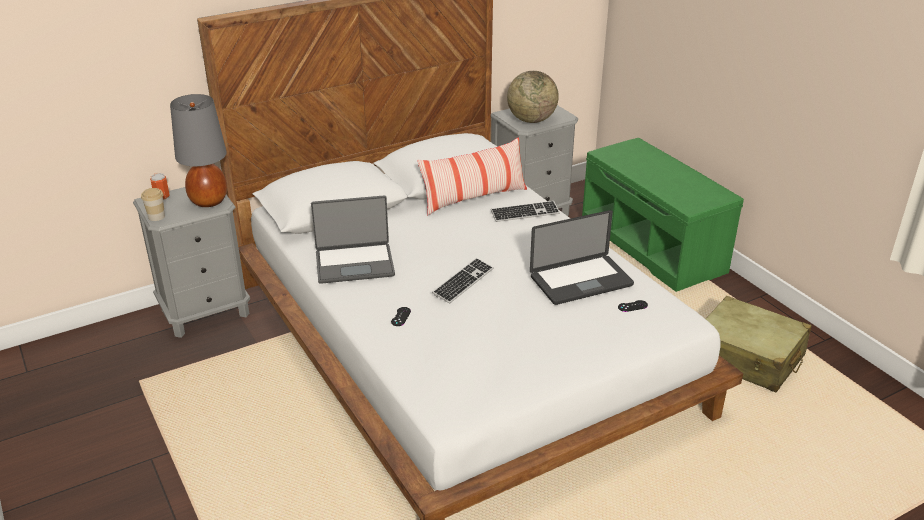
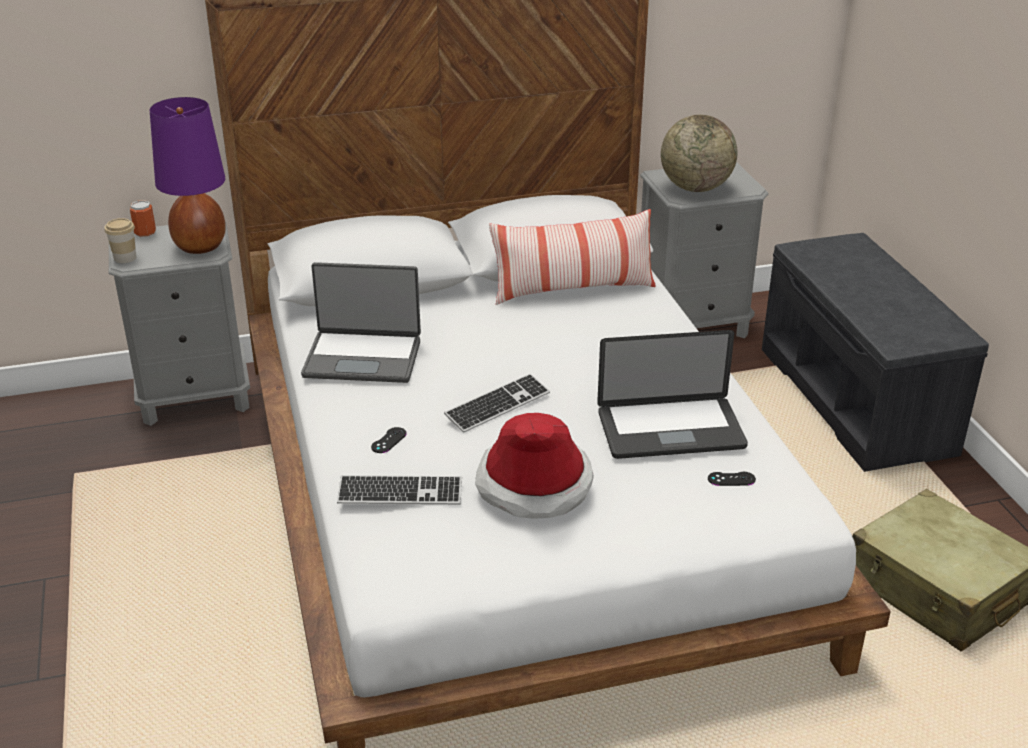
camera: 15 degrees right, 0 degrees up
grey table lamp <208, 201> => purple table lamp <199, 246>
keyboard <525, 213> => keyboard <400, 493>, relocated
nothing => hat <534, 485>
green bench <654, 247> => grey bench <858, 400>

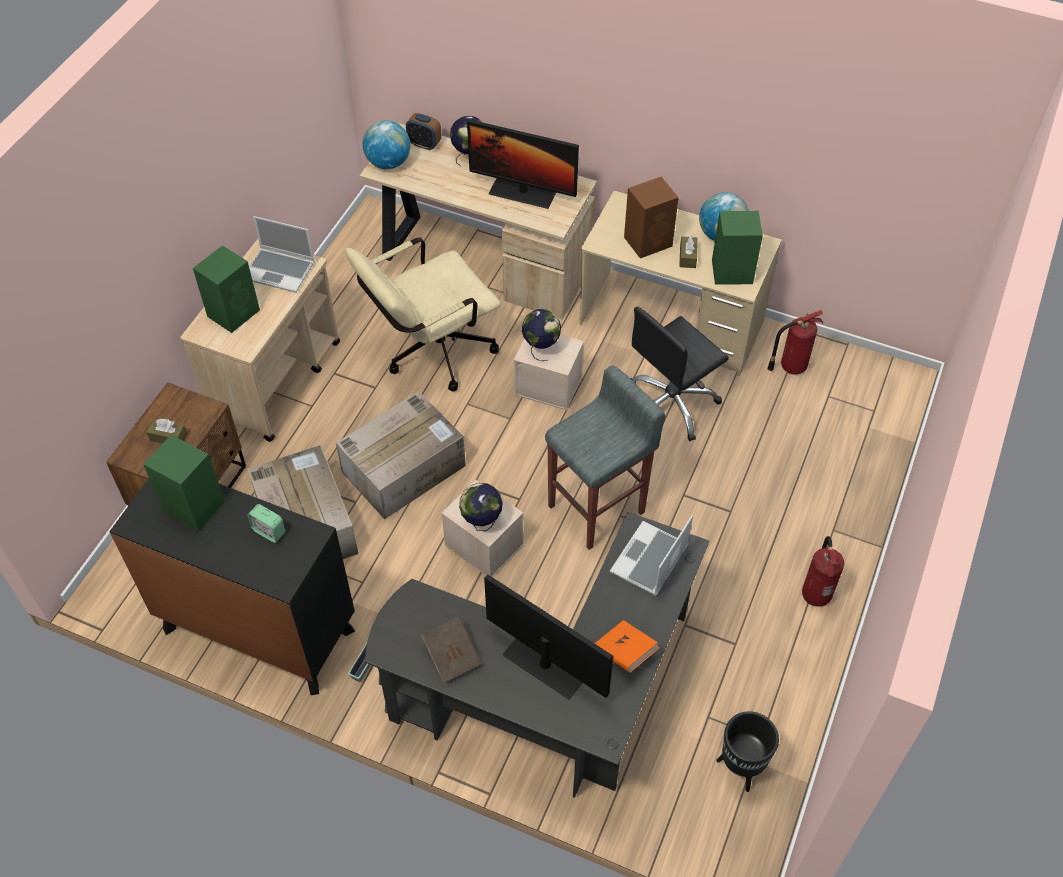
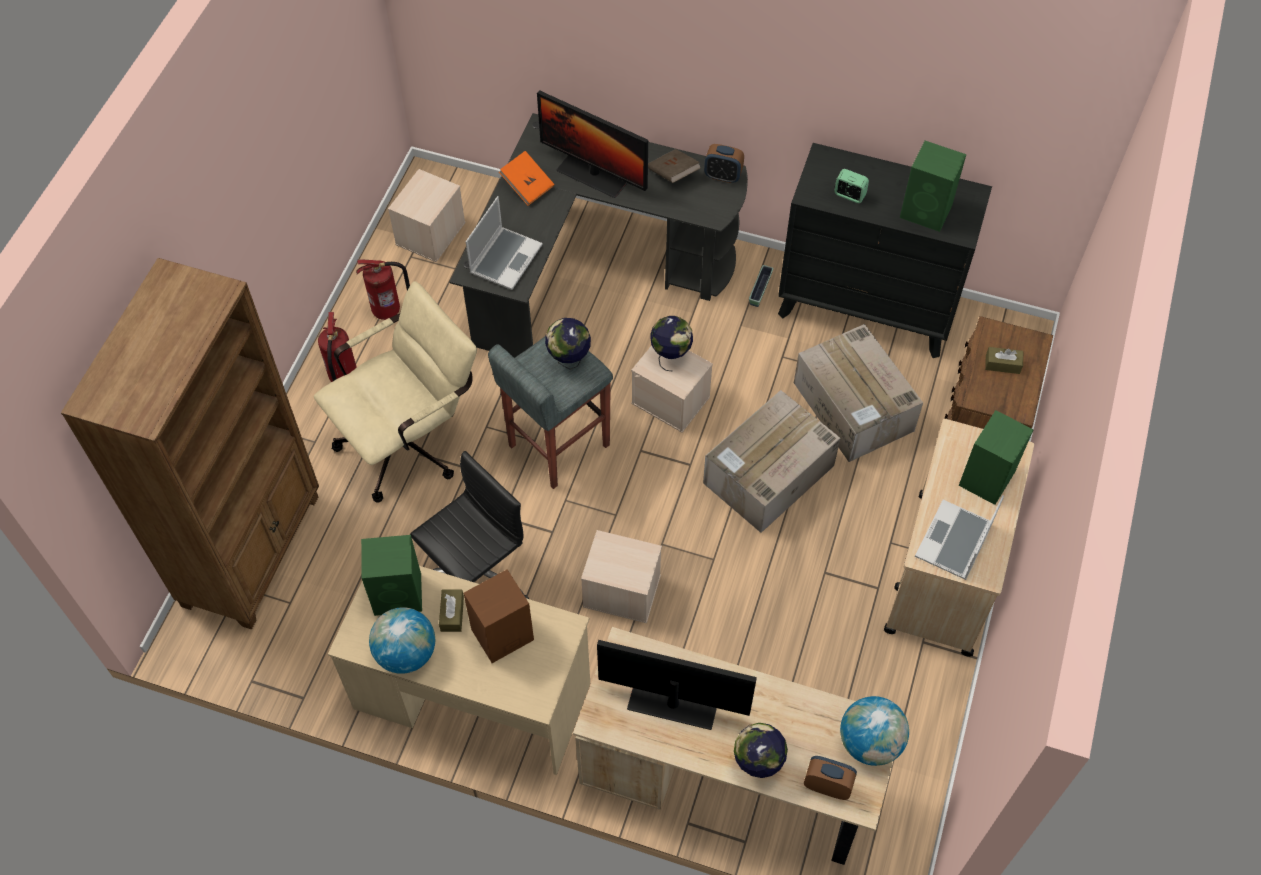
camera: 175 degrees right, 5 degrees up
nothing => brown bookcase <253, 550>
beige office chair <430, 353> => beige office chair <410, 441>, relocated
fire extinguisher <791, 366> => fire extinguisher <388, 310>, relocated
black planter <740, 767> => beige storage box <430, 234>
globe <541, 348> => globe <569, 360>, relocated
nothing => alarm clock <723, 176>
laptop <280, 271> => laptop <954, 542>, 75 degrees counterclockwise

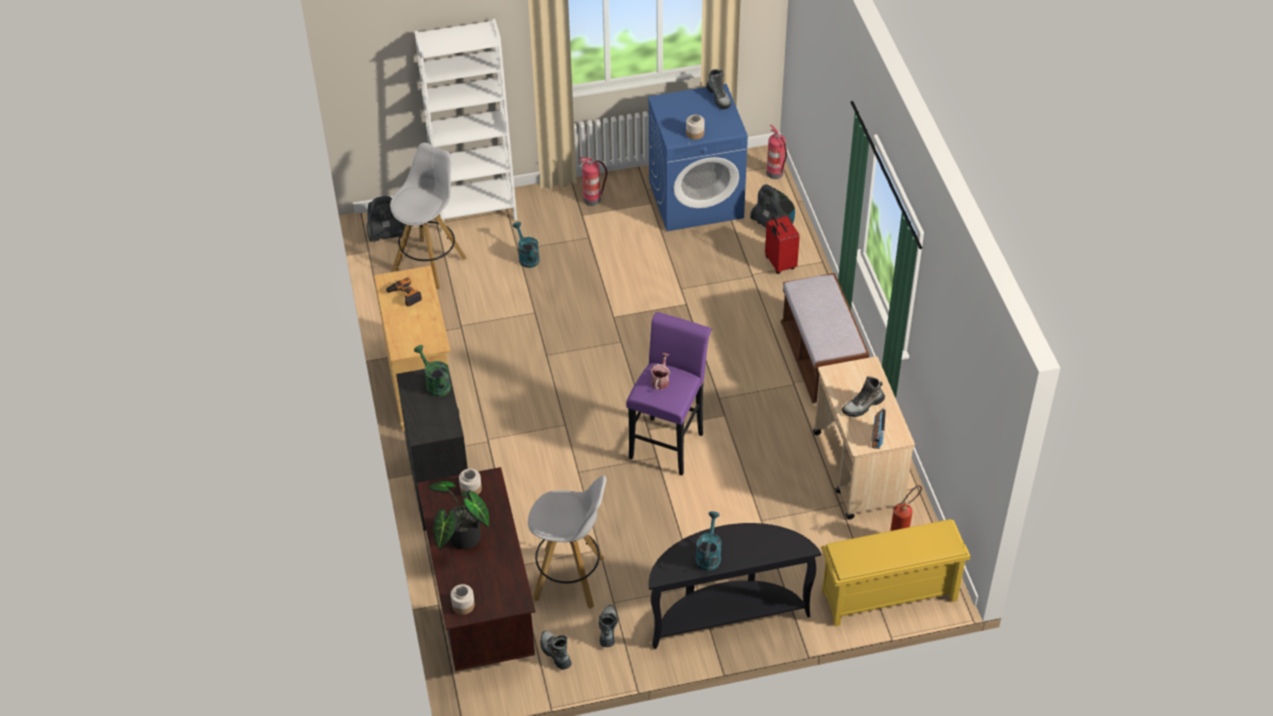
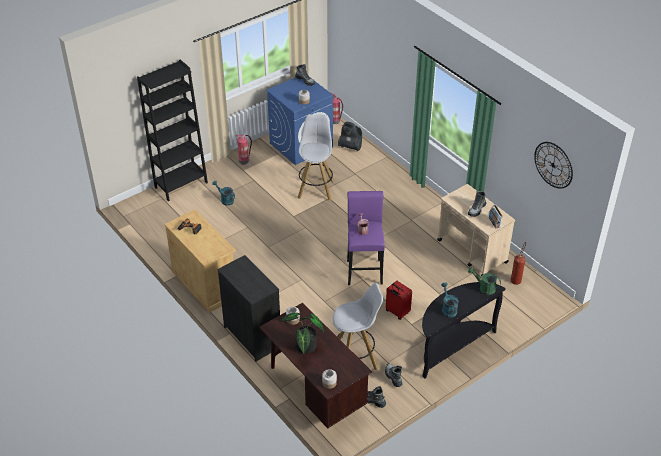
camera: 25 degrees left, 5 degrees down
white bookcase <476, 211> => black bookcase <181, 185>
white stool <430, 263> => white stool <316, 189>, relocated
red suitcase <779, 263> => red suitcase <397, 312>, relocated
green watering can <435, 384> => green watering can <484, 288>, relocated
nothing => wall clock <553, 165>
vacuum cleaner <387, 234> => nothing
brown bench <821, 362> => nothing
yellow shoe rack <888, 596> => nothing

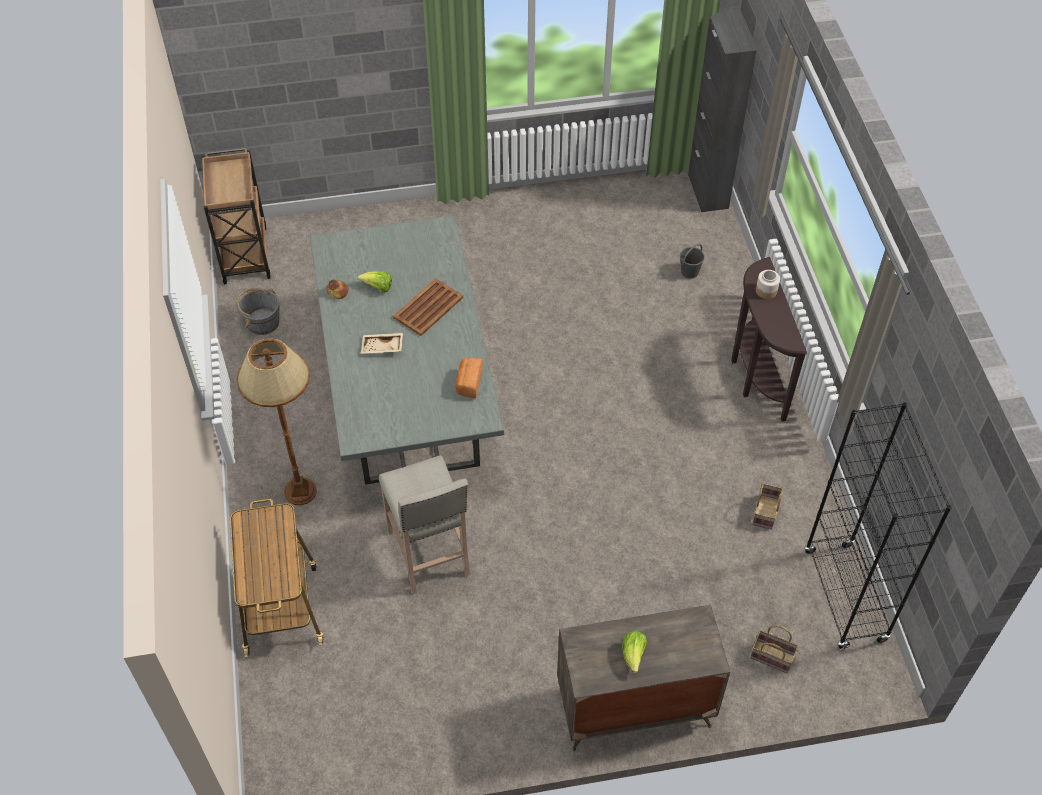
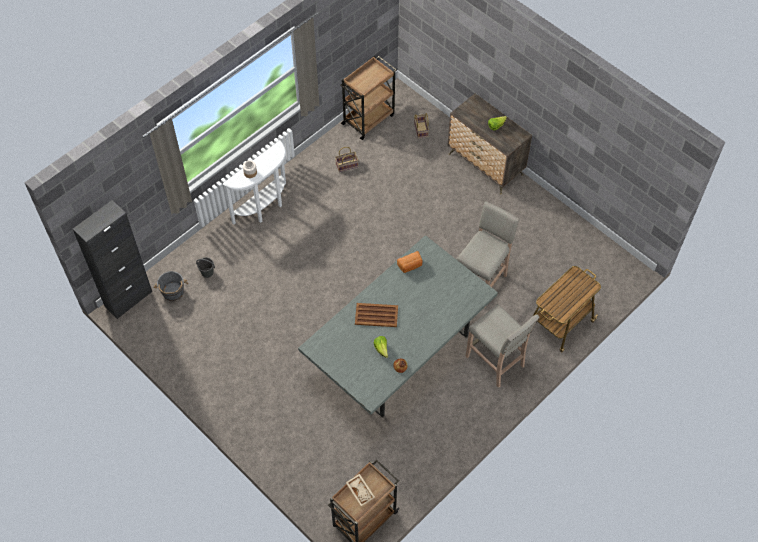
camera: 125 degrees left, 5 degrees up
grey bucket <262, 322> => grey bucket <173, 292>, relocated
brown console table <754, 377> => white console table <264, 207>
black bookcase <845, 596> => brown cart <369, 119>
beige tray <382, 347> => beige tray <360, 491>, relocated
brown floor lamp <300, 491> => beige stool <496, 362>

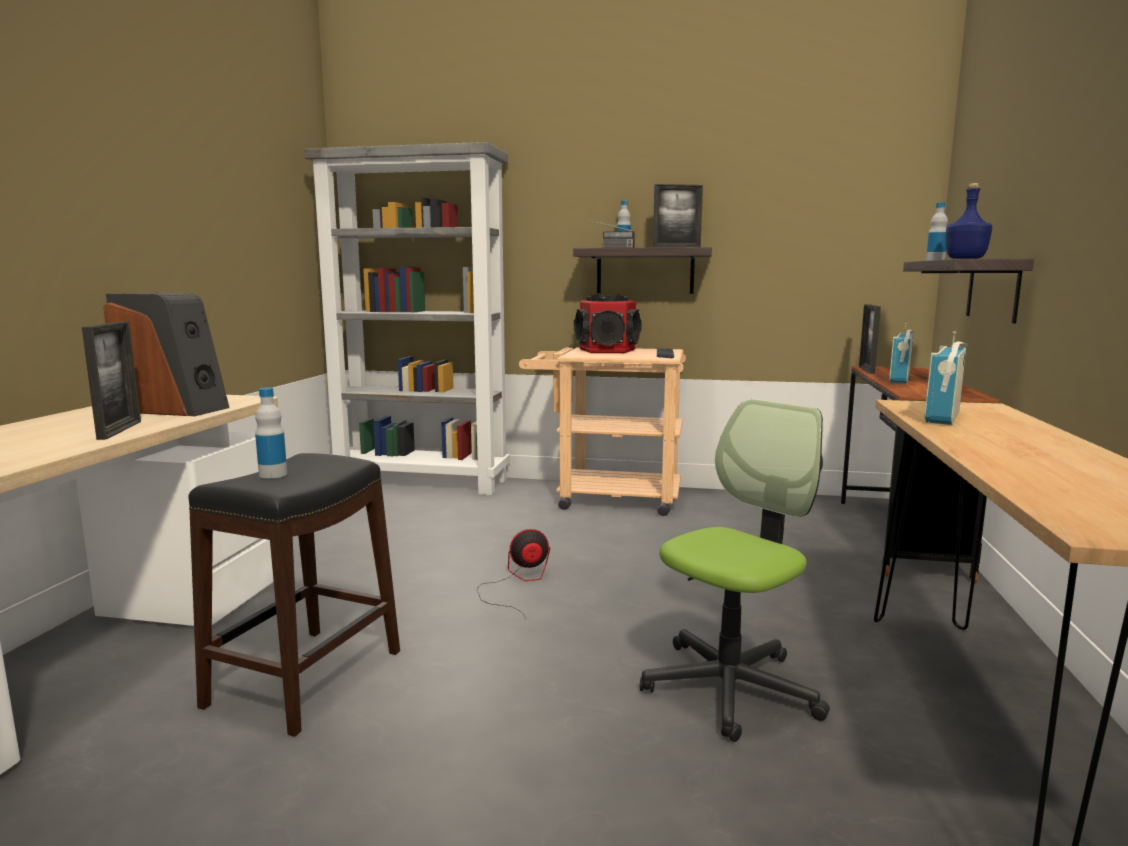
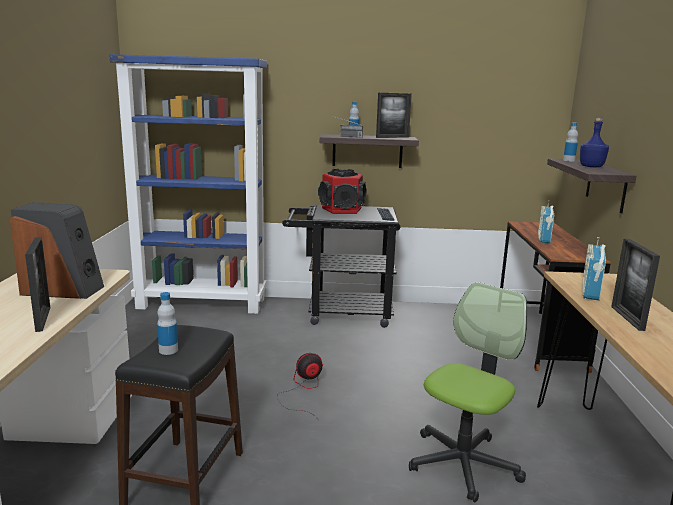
camera: 10 degrees left, 5 degrees up
grey bookcase <423, 482> => blue bookcase <203, 303>
beige cart <606, 498> => black cart <340, 313>
picture frame <866, 370> => picture frame <627, 318>, relocated

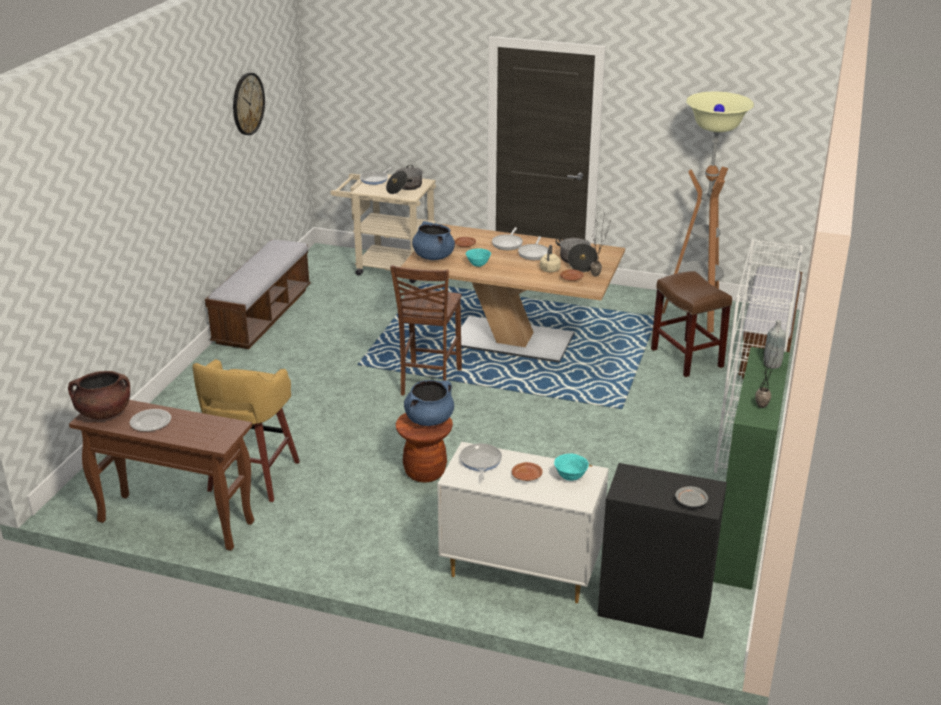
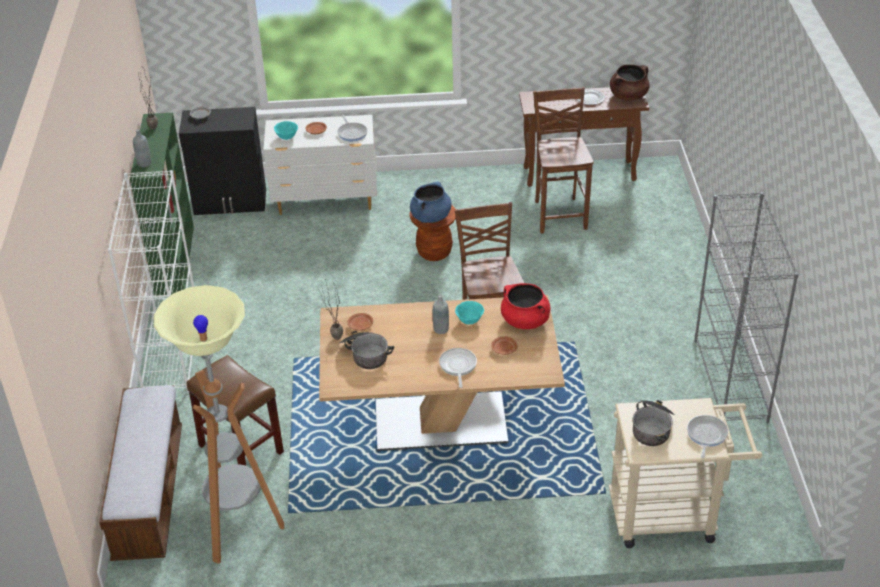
camera: 160 degrees right, 10 degrees up
nothing => grey bottle <441, 329>
blue cooking pot <433, 256> => red cooking pot <525, 321>
yellow stool <252, 478> => brown chair <559, 214>
bench <263, 316> => grey bookcase <731, 381>
wall clock <247, 104> => nothing
frying pan <534, 253> => nothing
beige kettle <549, 270> => nothing

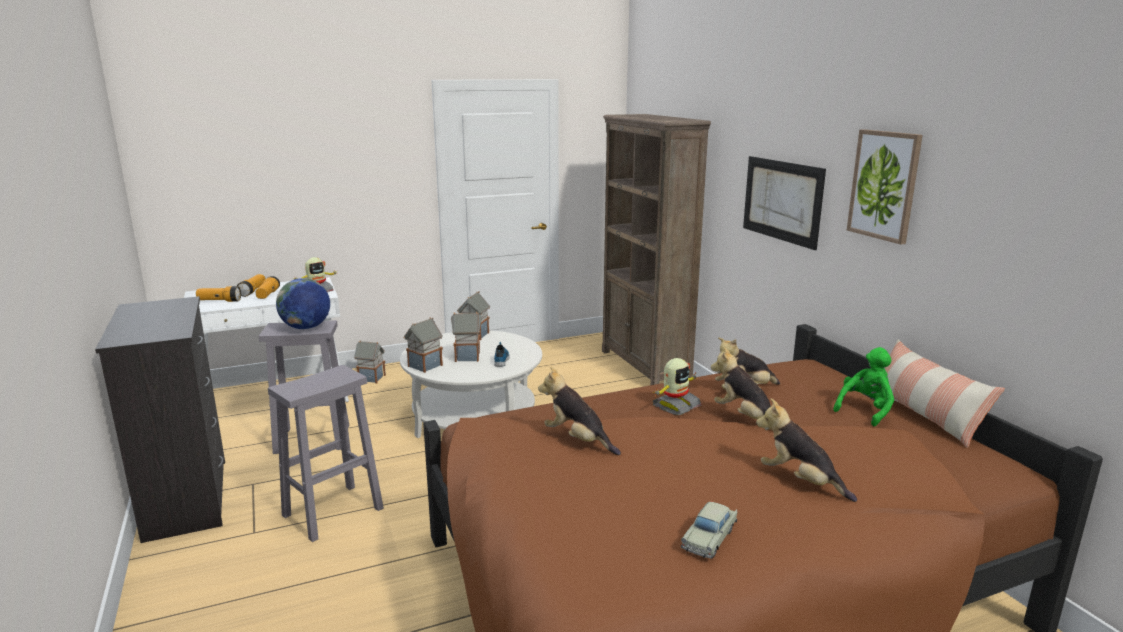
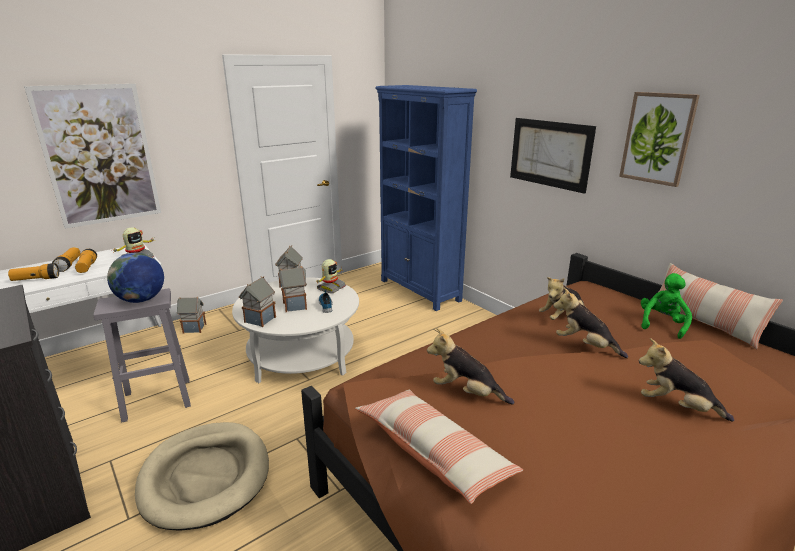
camera: 15 degrees left, 5 degrees up
nothing => picture <99, 156>
grey stool <334, 511> => beige dog bed <205, 476>
toy robot <675, 406> => toy robot <331, 288>, relocated
nothing => pillow <434, 452>
brown bookcase <645, 367> => blue bookcase <420, 290>
beige toy car <710, 538> => nothing

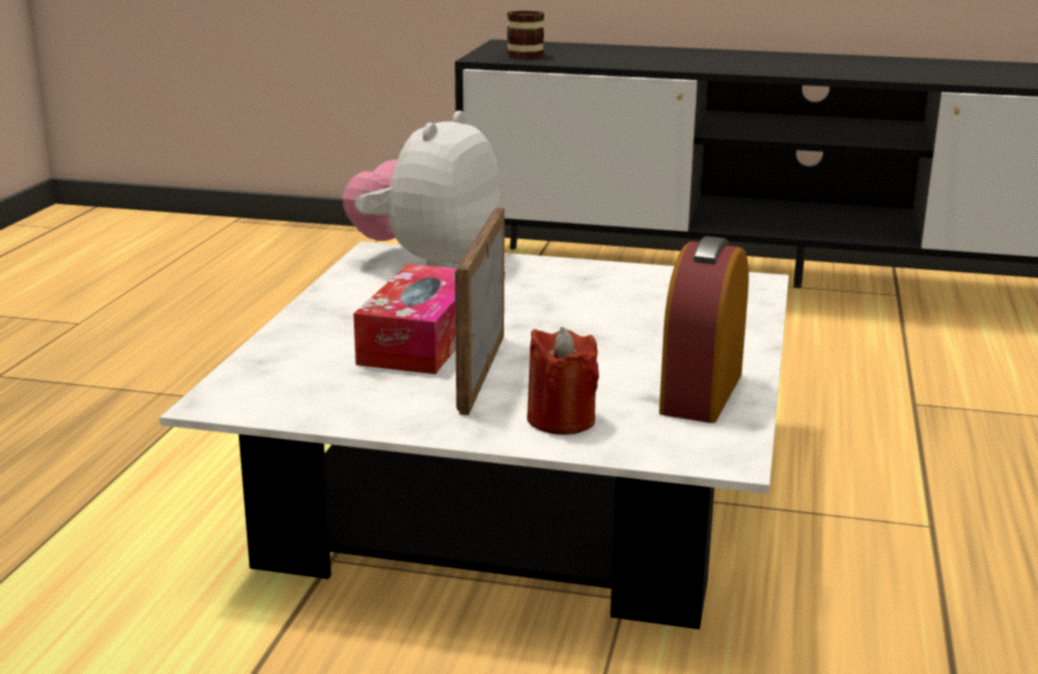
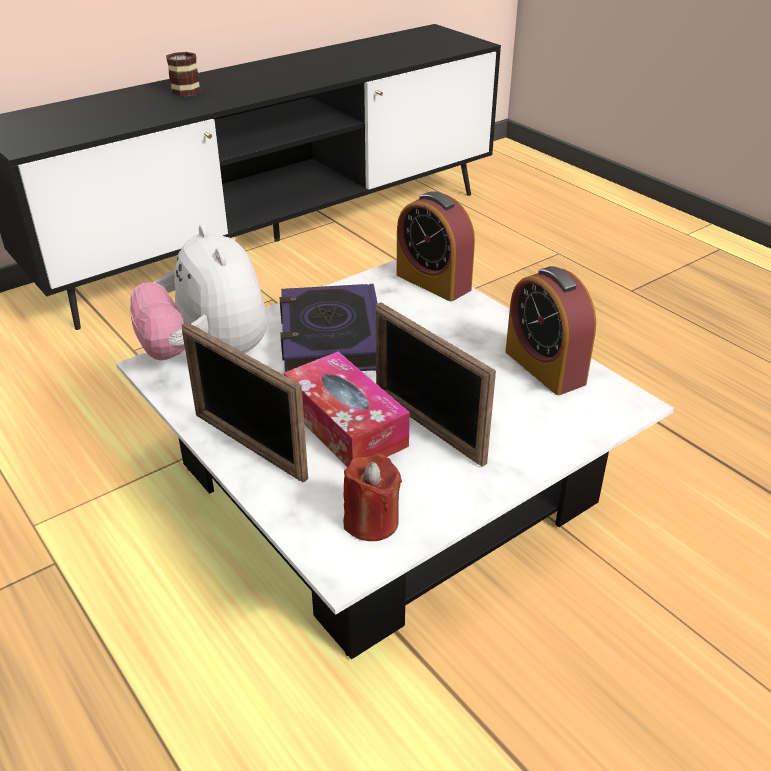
camera: 50 degrees left, 15 degrees up
mug <527, 54> => mug <183, 89>, relocated
nothing => picture frame <249, 446>
nothing => book <331, 338>
red candle <561, 420> => red candle <371, 521>, relocated
nothing => alarm clock <433, 282>

